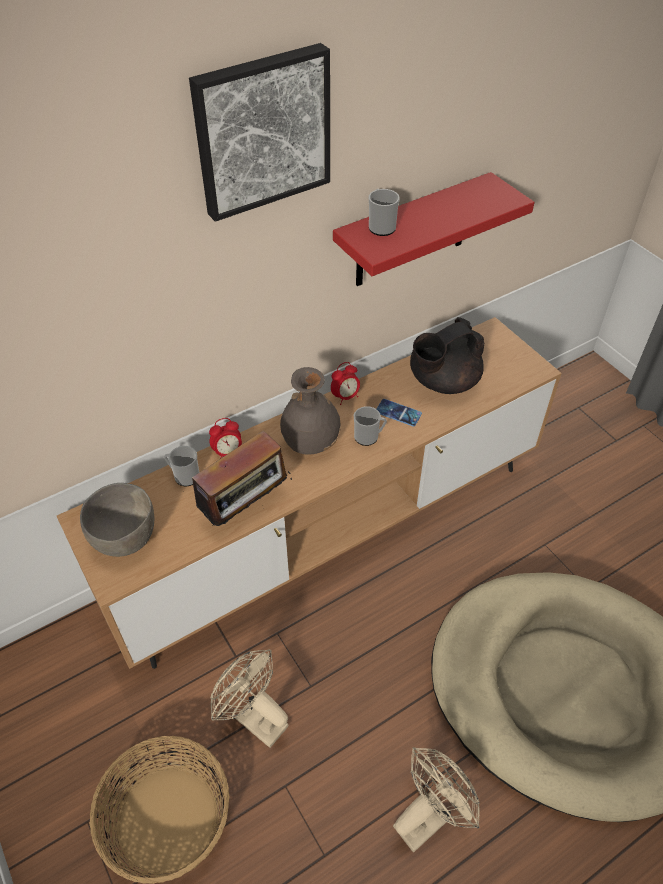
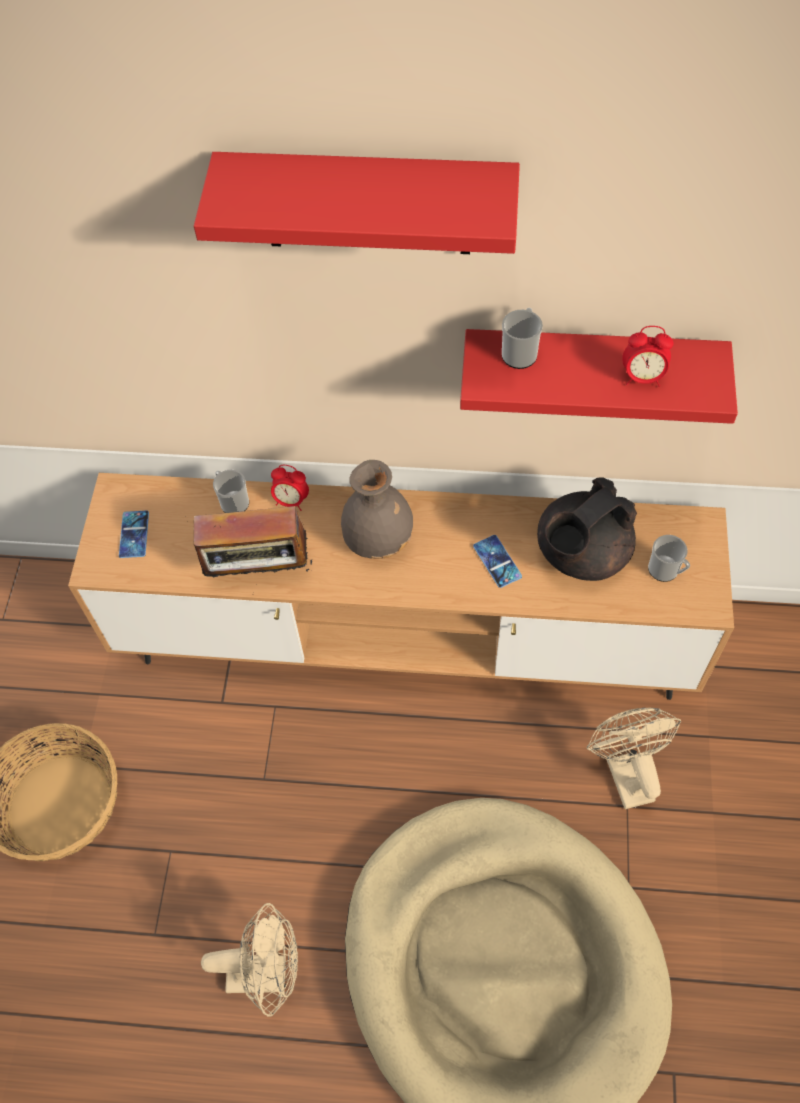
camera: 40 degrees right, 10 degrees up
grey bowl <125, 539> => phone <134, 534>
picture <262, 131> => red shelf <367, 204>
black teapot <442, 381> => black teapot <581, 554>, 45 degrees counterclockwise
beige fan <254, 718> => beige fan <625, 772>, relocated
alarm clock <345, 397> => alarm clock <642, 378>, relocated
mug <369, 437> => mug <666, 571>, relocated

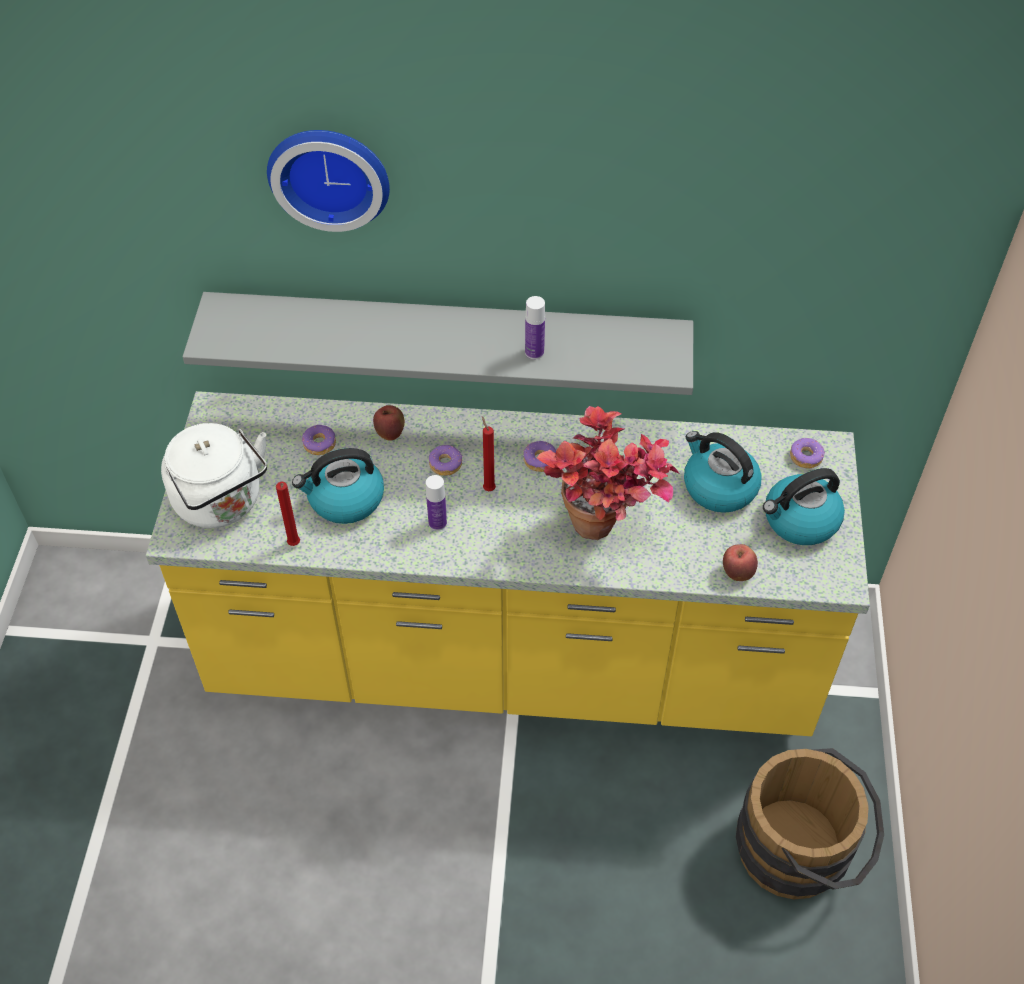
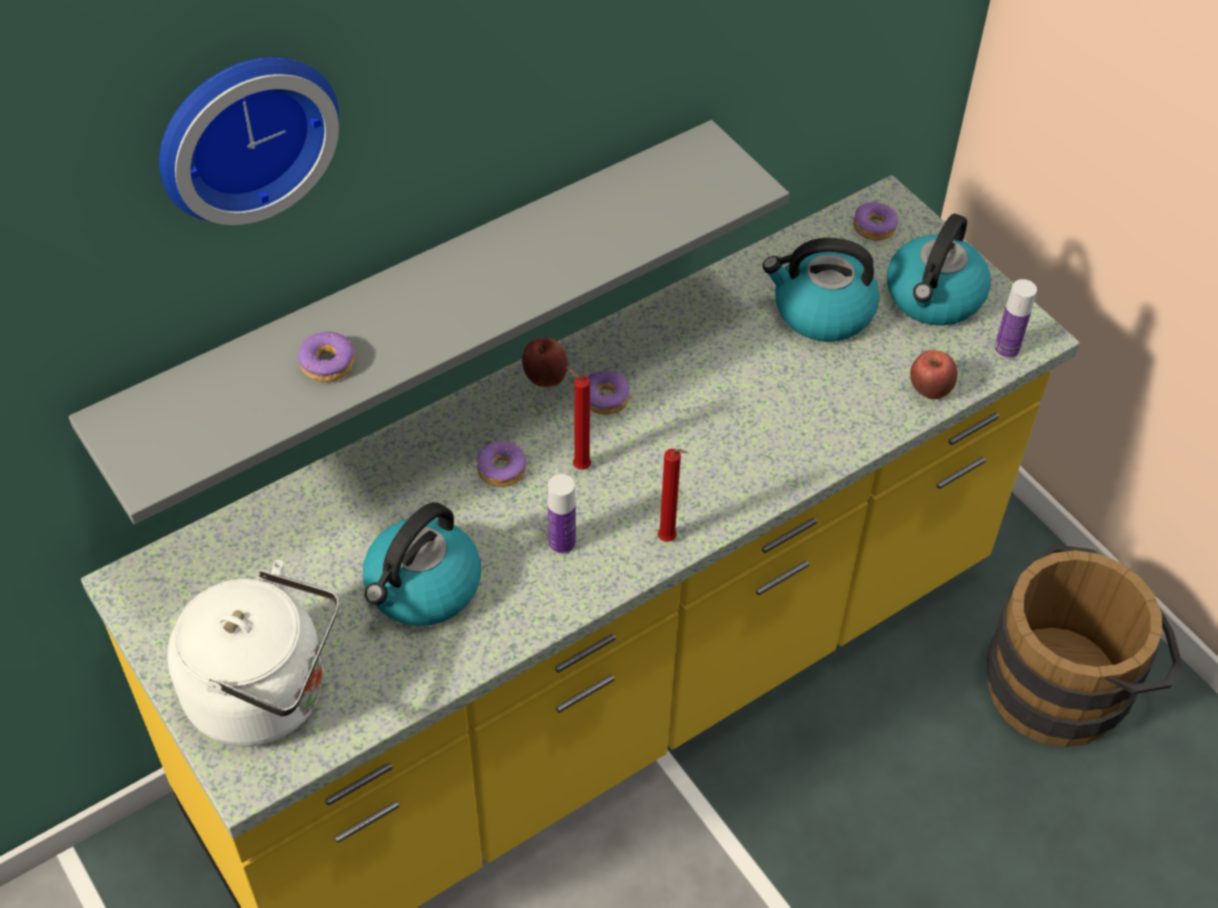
camera: 40 degrees left, 0 degrees up
donut <320, 444> => donut <328, 364>, relocated
apple <390, 433> => apple <545, 378>, relocated
red candle <294, 545> => red candle <669, 540>, relocated
bottle <534, 352> => bottle <1006, 349>, relocated
potted plant <605, 534> => nothing

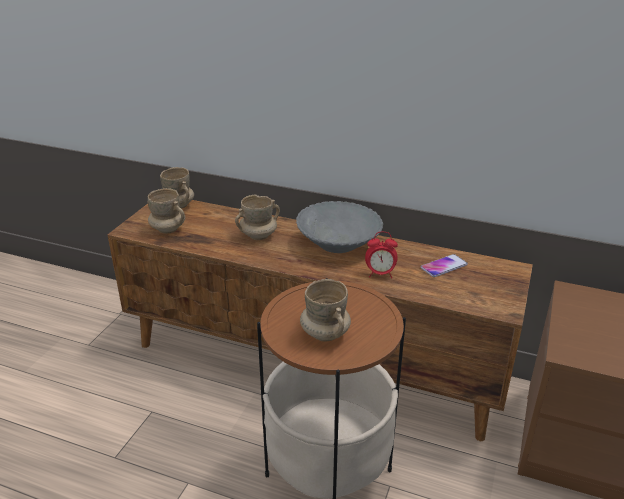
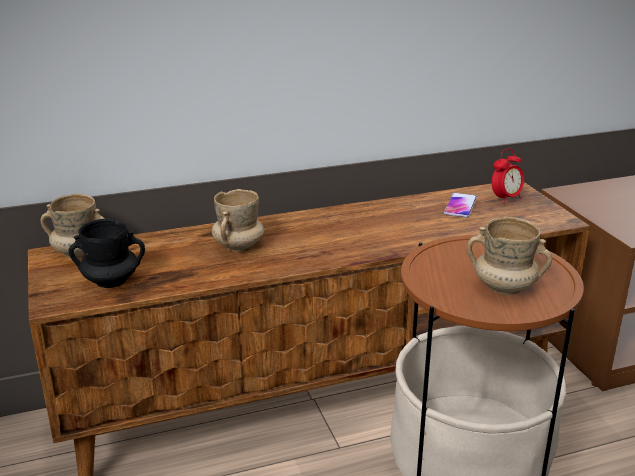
camera: 40 degrees left, 5 degrees down
beige mug <168, 229> => black mug <111, 281>
alarm clock <380, 274> => alarm clock <505, 199>, relocated
grey bowl <339, 243> => nothing

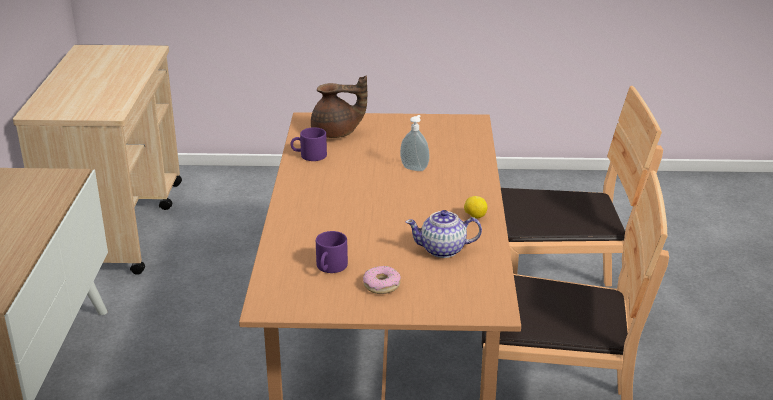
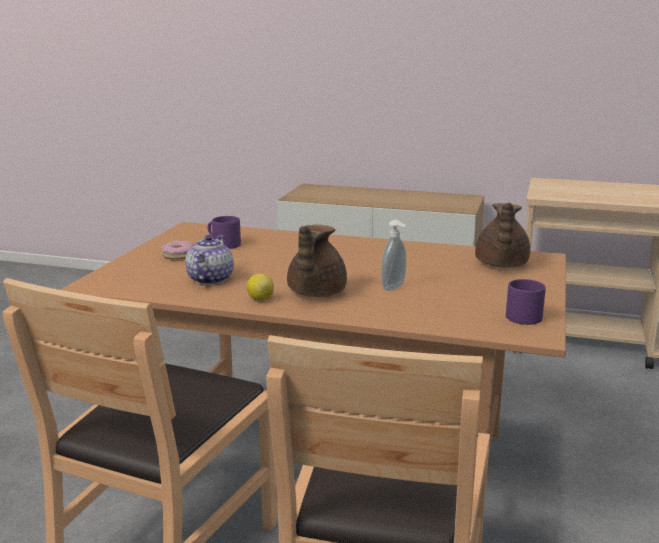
camera: 105 degrees right, 10 degrees down
nothing => brown teapot <315, 293>
purple mug <309, 156> => purple mug <522, 315>, relocated

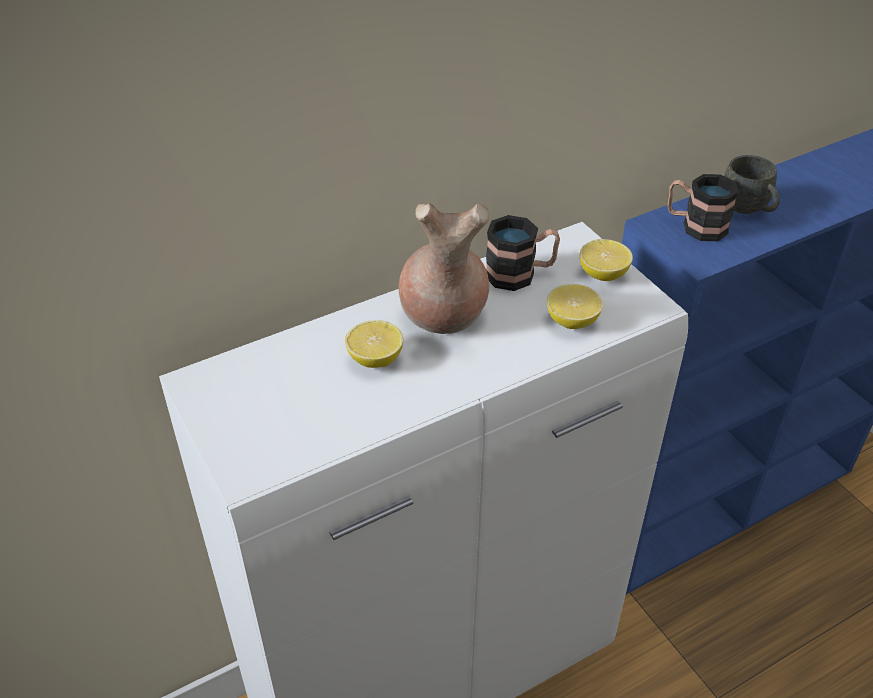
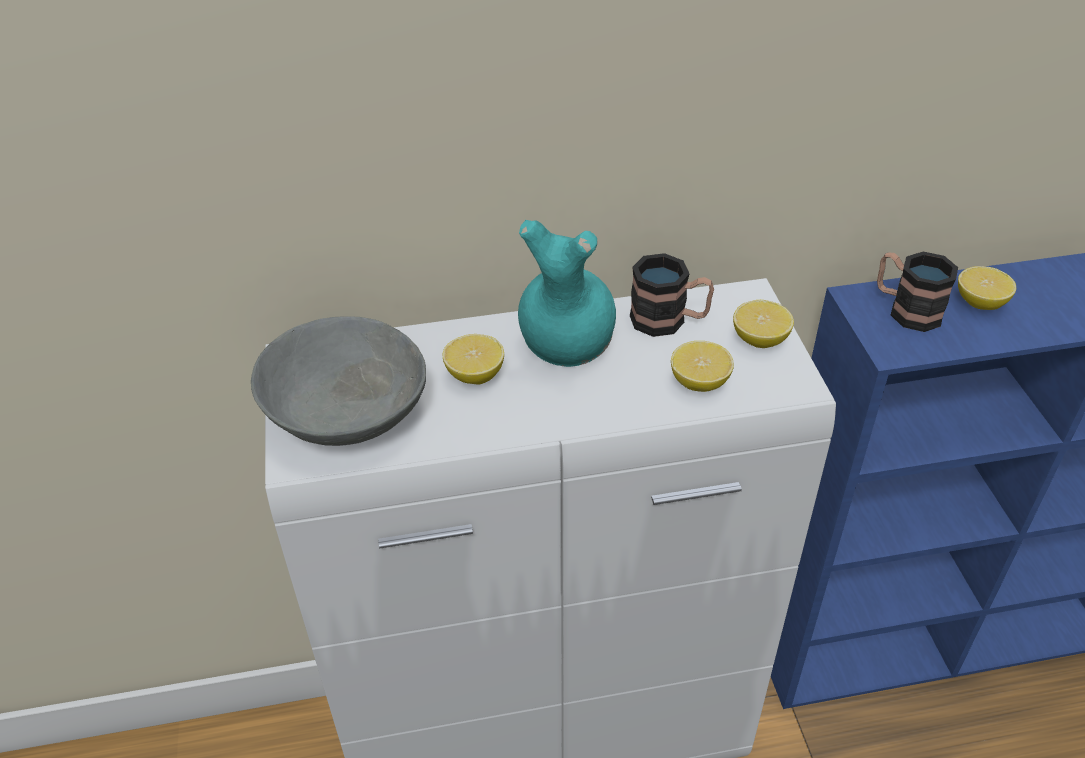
camera: 20 degrees right, 0 degrees up
nothing => grey bowl <345, 415>
brown vase <442, 317> => turquoise vase <564, 347>
grey mug <748, 209> => lemon <980, 303>

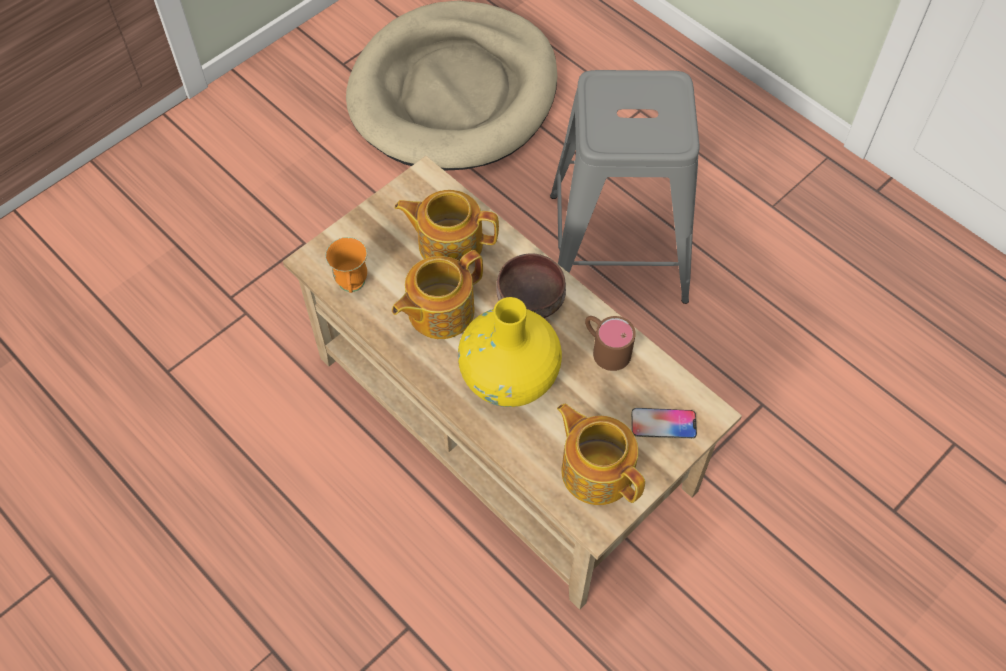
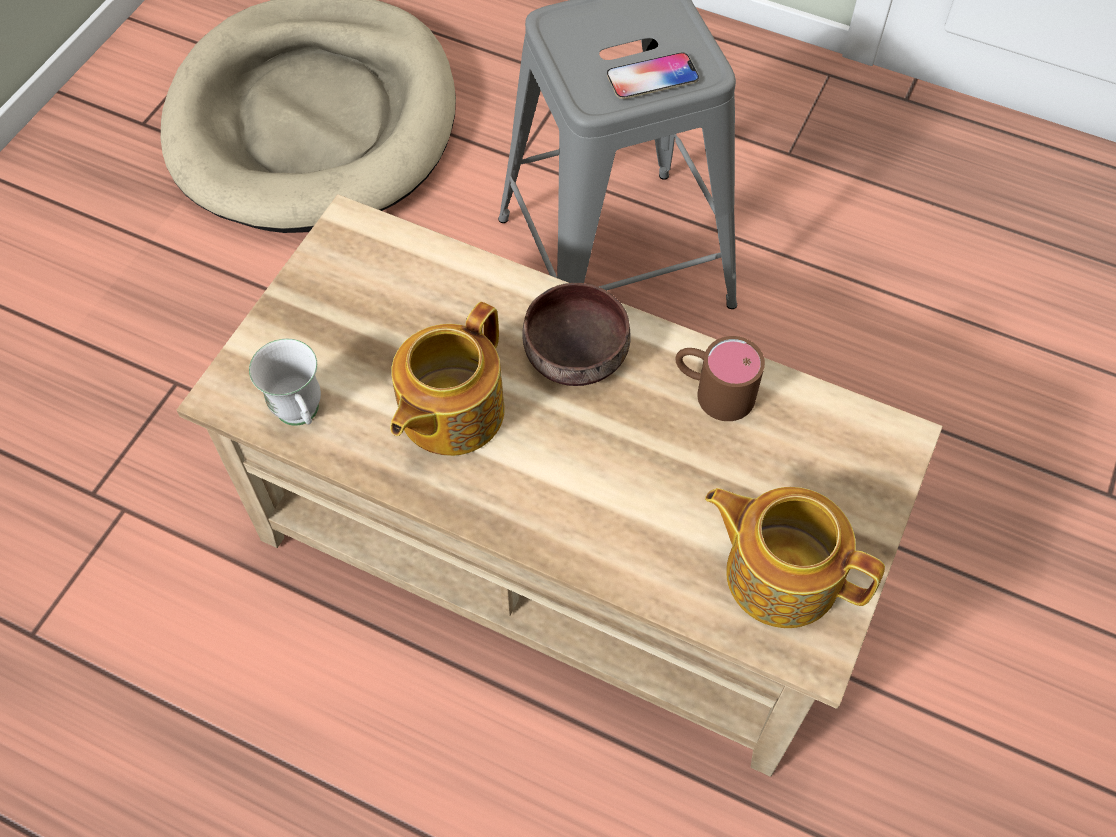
camera: 20 degrees left, 0 degrees up
orange mug <352, 287> => white mug <302, 417>
phone <663, 424> => phone <652, 77>, relocated
teapot <449, 243> => nothing
yellow vase <509, 377> => nothing

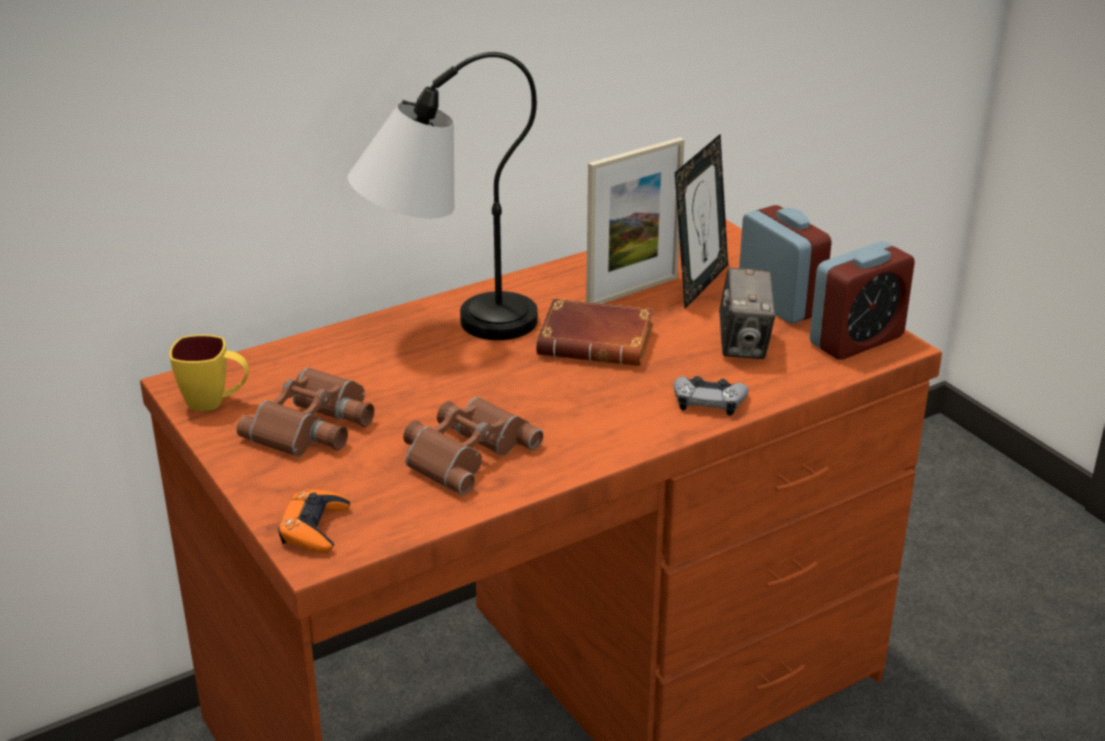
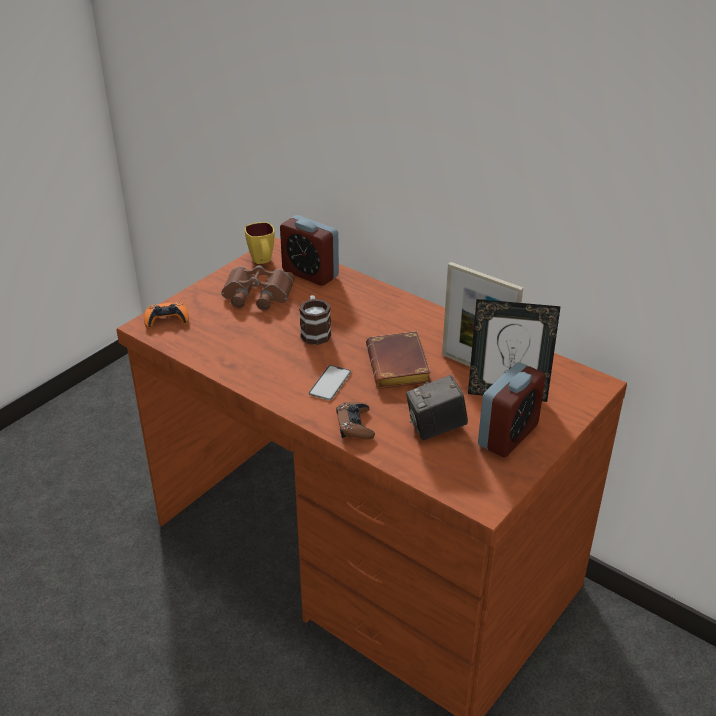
camera: 70 degrees right, 5 degrees up
alarm clock <856, 340> => alarm clock <310, 273>, relocated
nothing => mug <315, 332>
nothing => phone <330, 383>
grey game controller <709, 401> => brown game controller <355, 425>
table lamp <445, 325> => nothing
brown binoculars <465, 451> => nothing

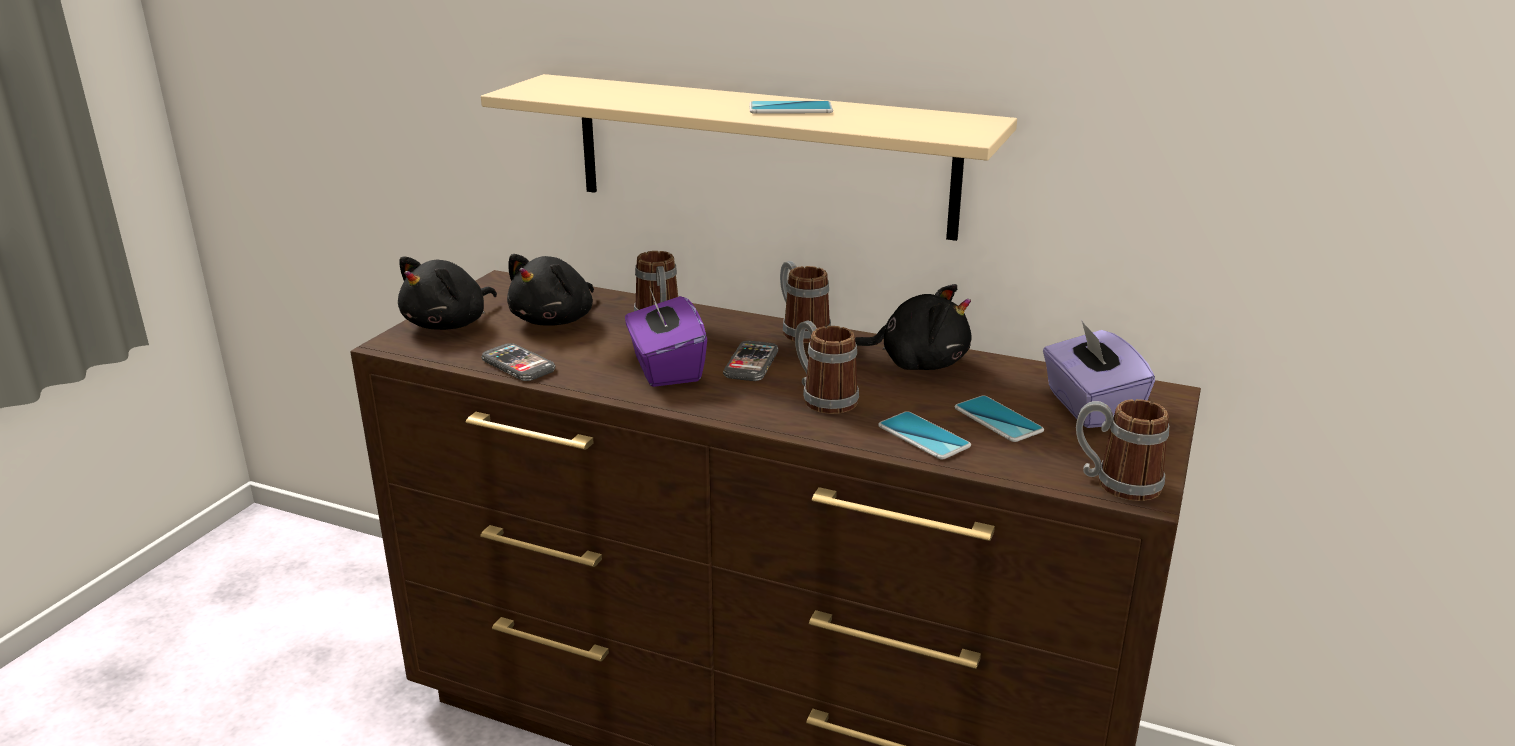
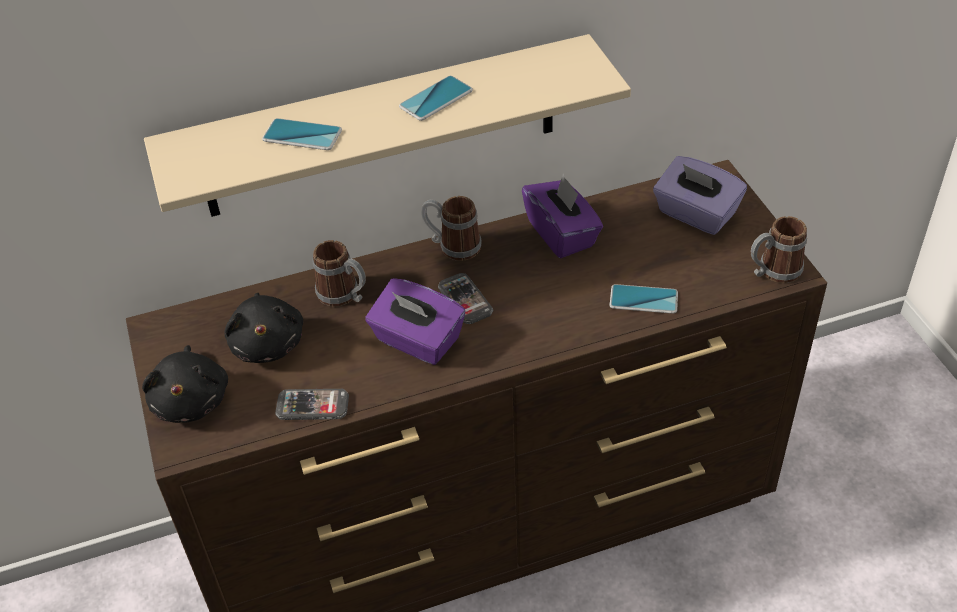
camera: 40 degrees left, 20 degrees up
phone <998, 420> => phone <302, 135>, relocated
black plush toy <917, 363> => purple tissue box <562, 234>
mug <822, 397> => nothing

